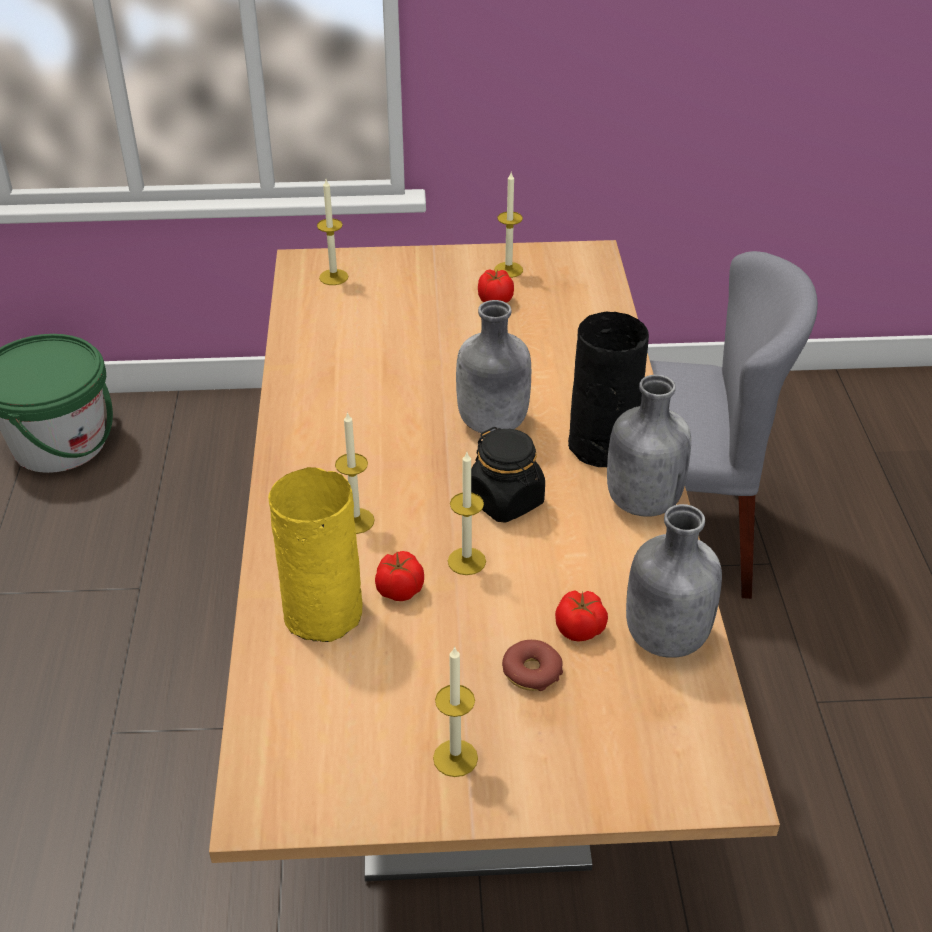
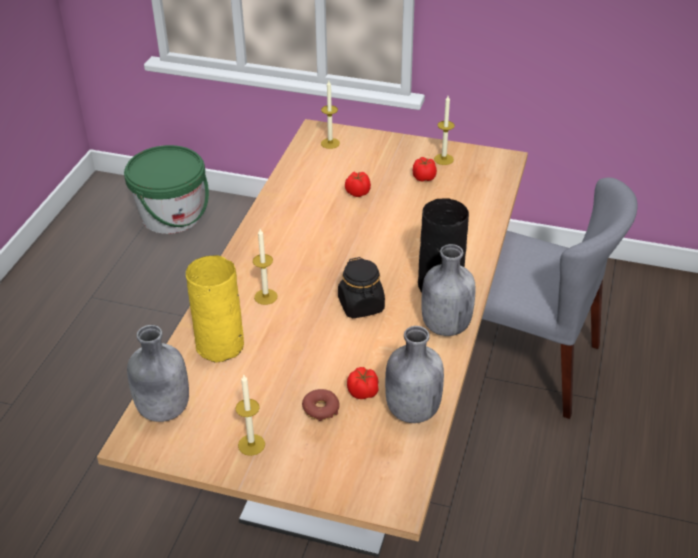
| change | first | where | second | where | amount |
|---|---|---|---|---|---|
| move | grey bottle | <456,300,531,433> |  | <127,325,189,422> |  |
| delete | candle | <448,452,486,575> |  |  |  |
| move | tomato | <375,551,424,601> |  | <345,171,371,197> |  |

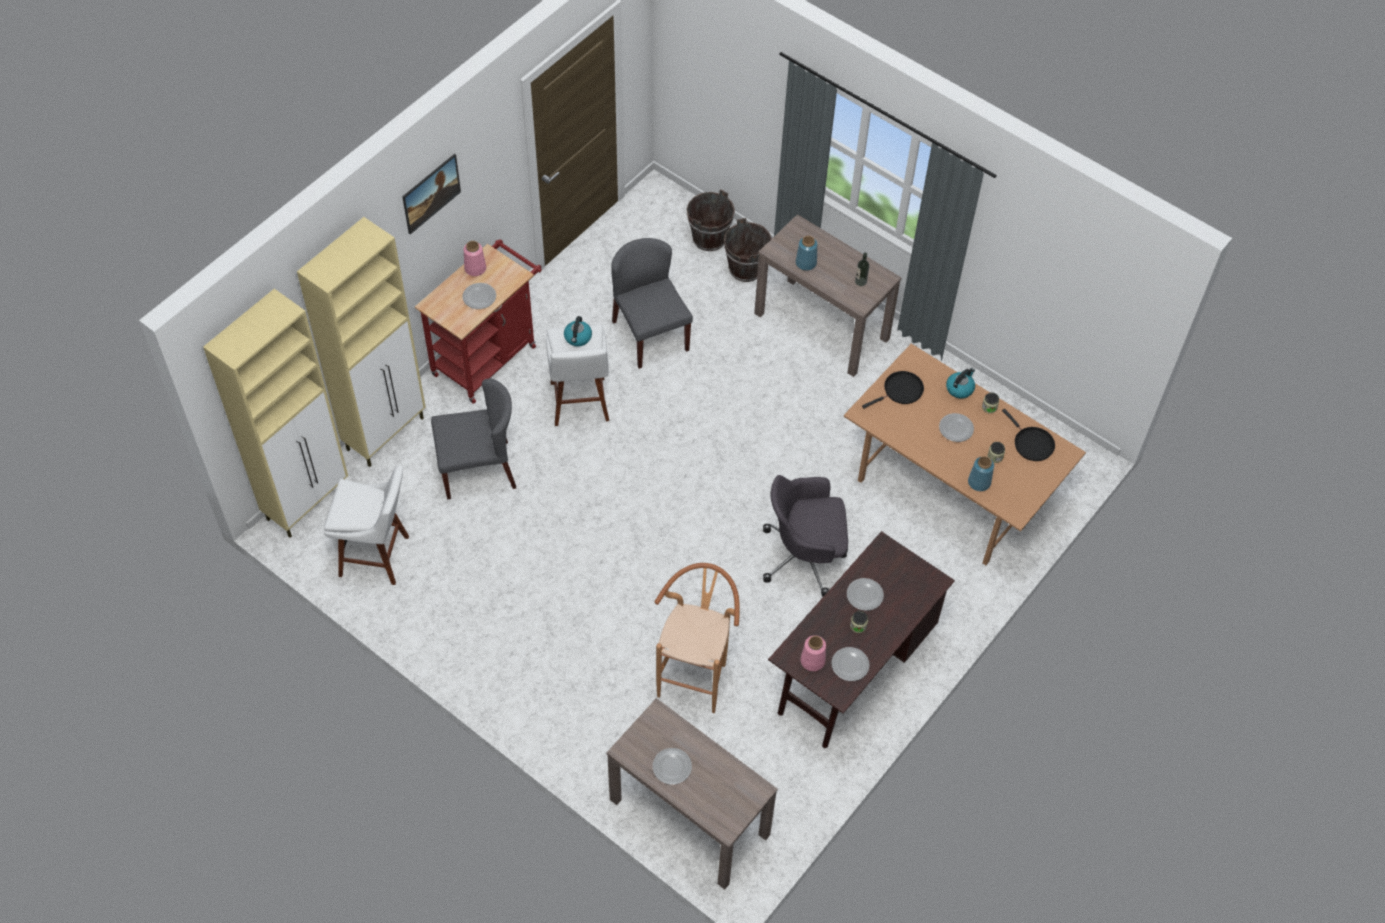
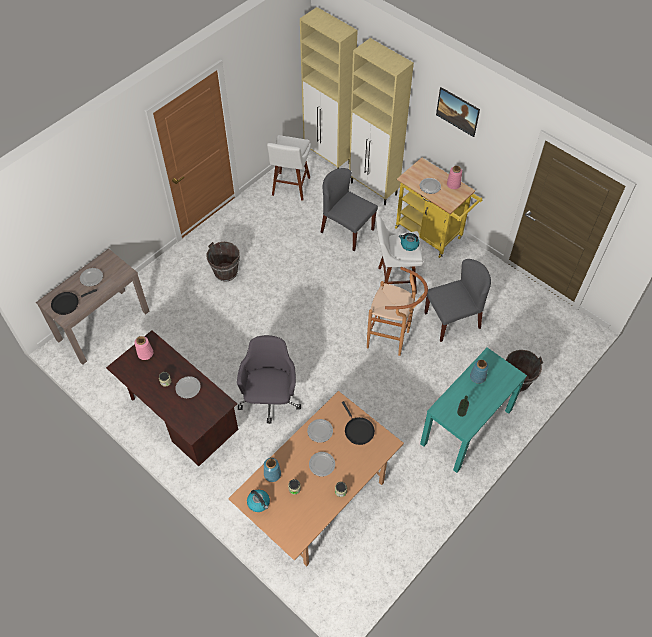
| change | first | where | second | where | amount |
|---|---|---|---|---|---|
| move | brown bucket | <686,189,735,251> |  | <207,242,240,282> |  |
| recolor | brown console table | <754,214,901,377> | turquoise console table | <420,347,527,473> |  |
| recolor | red cart | <415,239,542,404> | yellow cart | <395,158,482,258> |  |
| move | kettle | <946,368,975,399> |  | <247,490,270,512> |  |
| rotate | grey chair | <431,378,516,499> |  | <321,168,378,251> | 135 degrees clockwise |
| move | black frying pan | <1002,409,1055,461> |  | <51,289,97,315> |  |
| move | brown stool | <654,563,740,713> |  | <367,267,428,356> |  |
| move | plate | <831,647,869,681> |  | <307,419,333,443> |  |

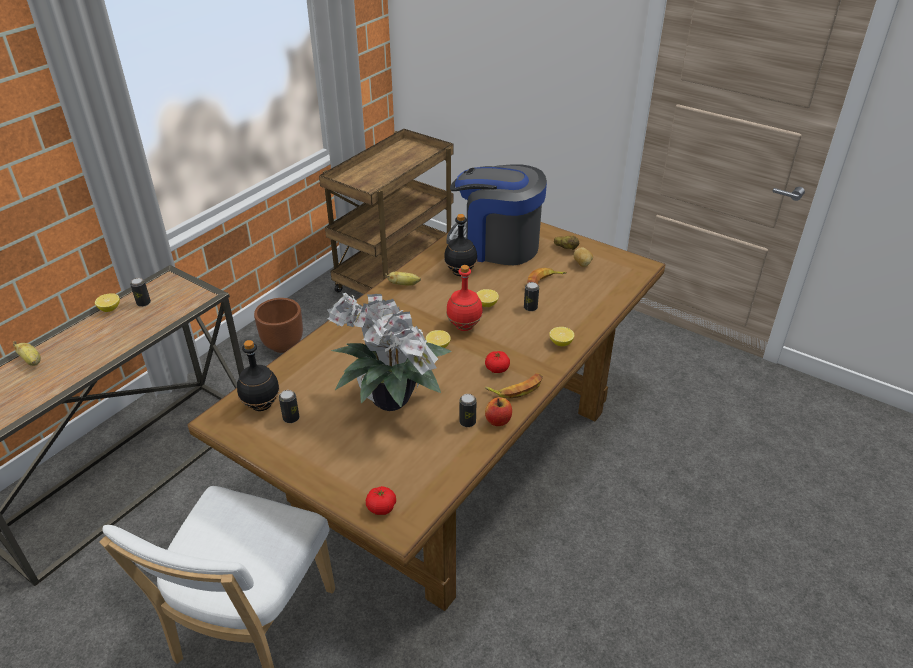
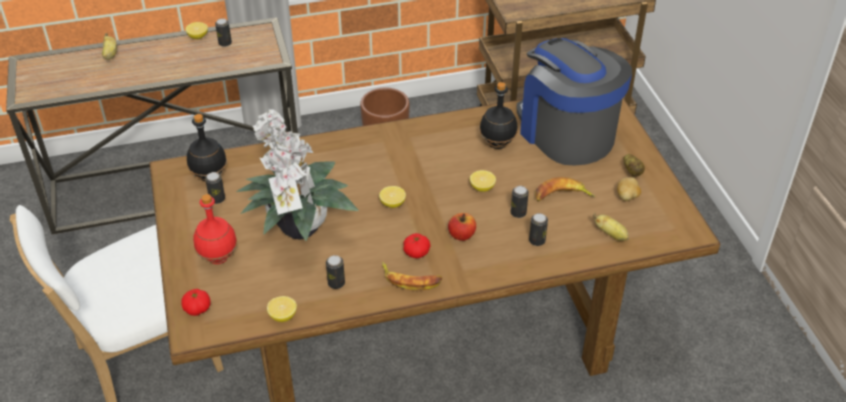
| change | first | where | second | where | amount |
|---|---|---|---|---|---|
| move | red bottle | <446,265,483,331> |  | <193,194,237,264> |  |
| move | banana | <385,272,421,286> |  | <593,213,629,241> |  |
| move | lemon | <549,327,574,346> |  | <267,296,297,322> |  |
| move | apple | <485,397,512,426> |  | <448,213,476,241> |  |
| insert |  |  | can | <529,213,548,246> |  |

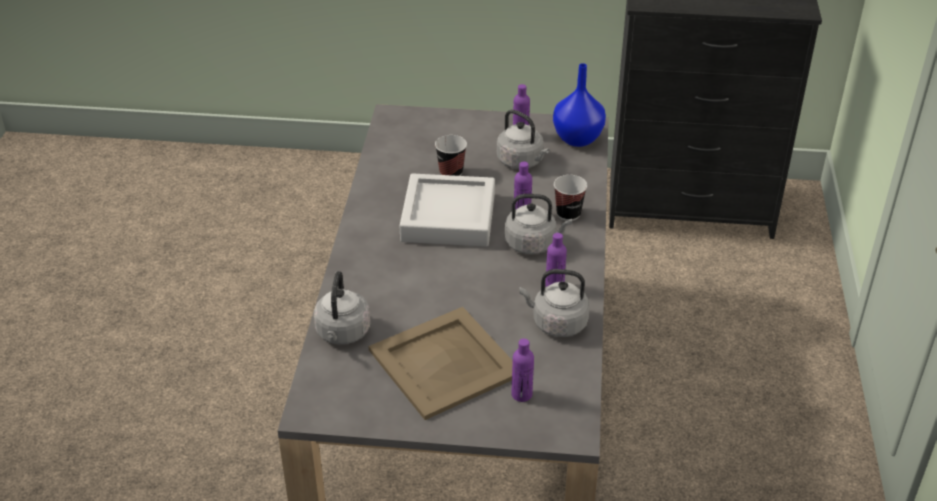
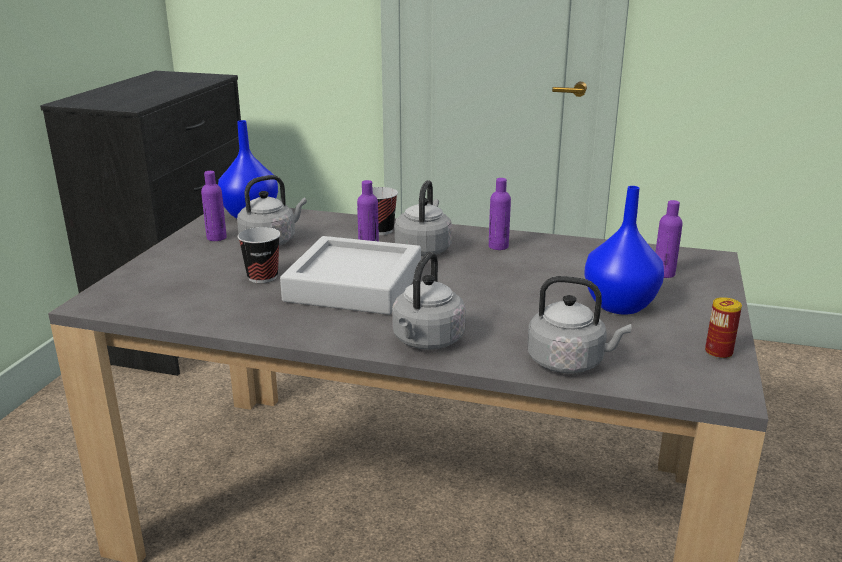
| change | first | where | second | where | amount |
|---|---|---|---|---|---|
| move | grey kettle | <519,269,590,337> |  | <392,252,466,350> |  |
| replace | beige tray | <369,307,513,420> | blue vase | <584,186,664,314> |  |
| insert |  |  | can | <705,297,742,359> |  |

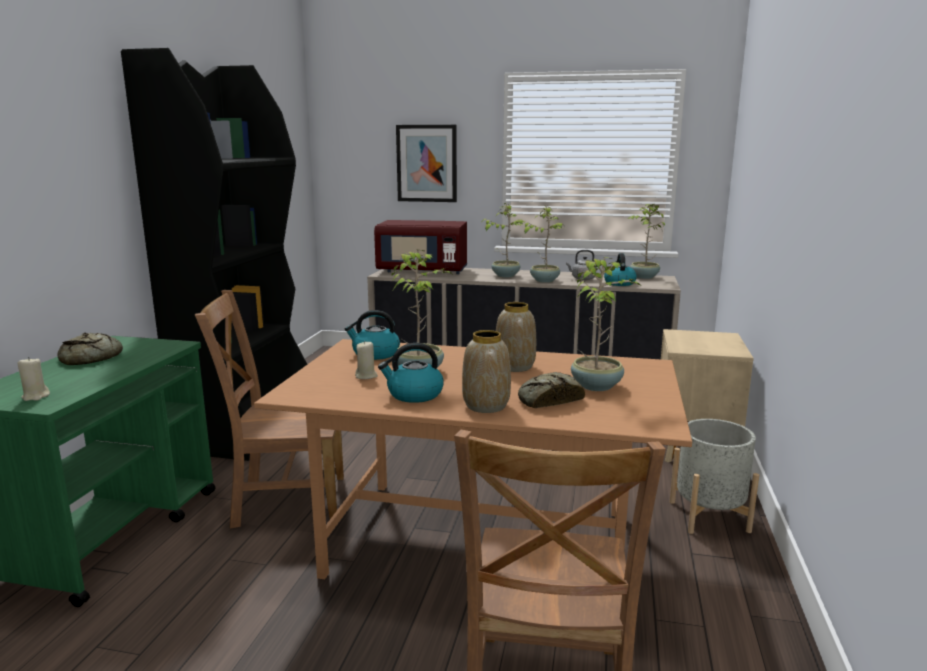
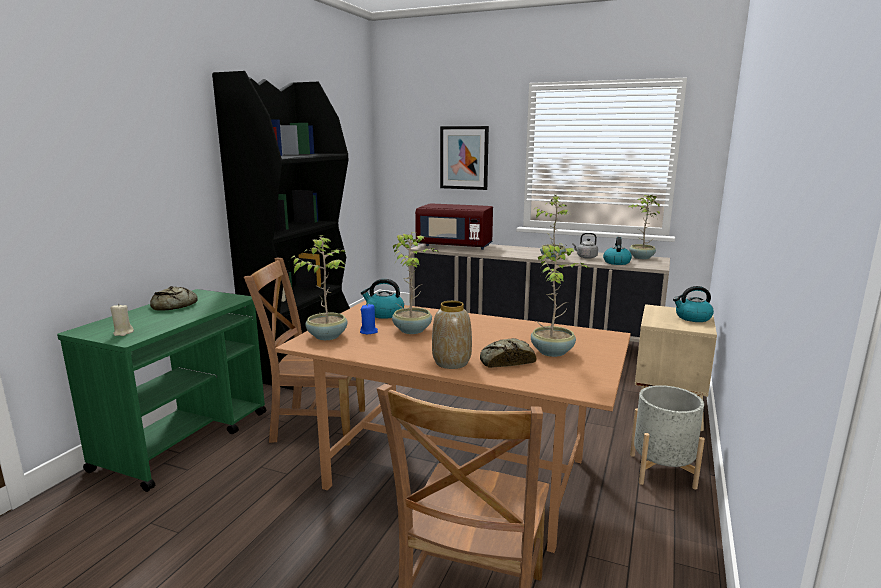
| change | first | where | second | where | amount |
|---|---|---|---|---|---|
| move | potted plant | <482,203,525,278> |  | <290,235,347,340> |  |
| delete | vase | <496,302,536,372> |  |  |  |
| recolor | beige candle | <355,341,378,379> | blue candle | <360,304,378,334> |  |
| move | kettle | <378,343,444,403> |  | <673,286,714,322> |  |

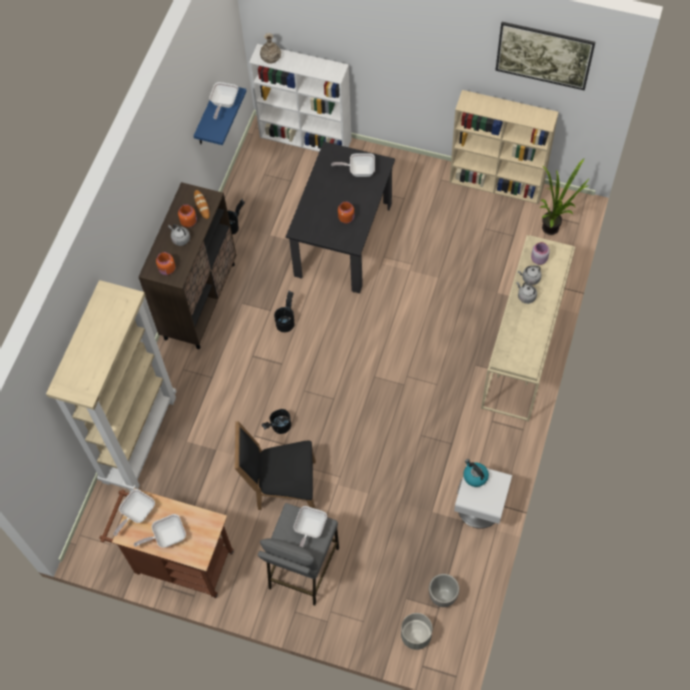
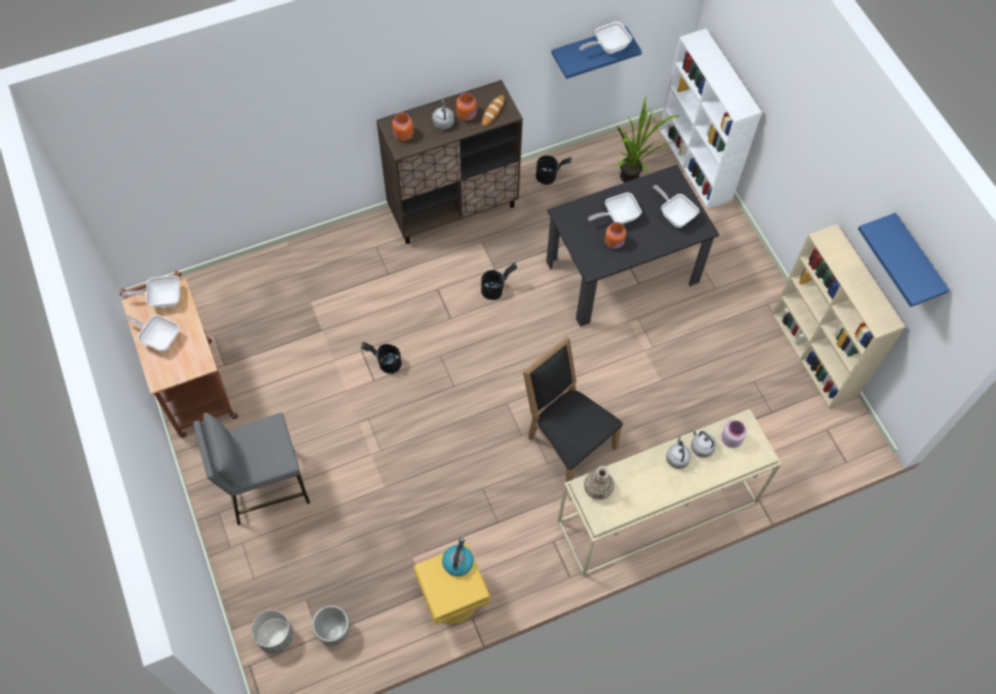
| change | first | where | second | where | amount |
|---|---|---|---|---|---|
| replace | picture | <495,22,595,91> | blue shelf | <858,213,949,307> |  |
| move | vase | <260,33,281,64> |  | <584,466,614,500> |  |
| move | potted plant | <540,159,589,235> |  | <615,96,680,183> |  |
| delete | beige bookcase | <46,280,176,491> |  |  |  |
| move | black chair | <235,421,316,510> |  | <523,337,623,482> |  |
| recolor | white nightstand | <454,465,512,529> | yellow nightstand | <413,544,490,625> |  |
| move | frying pan | <293,506,327,547> |  | <588,192,642,224> |  |

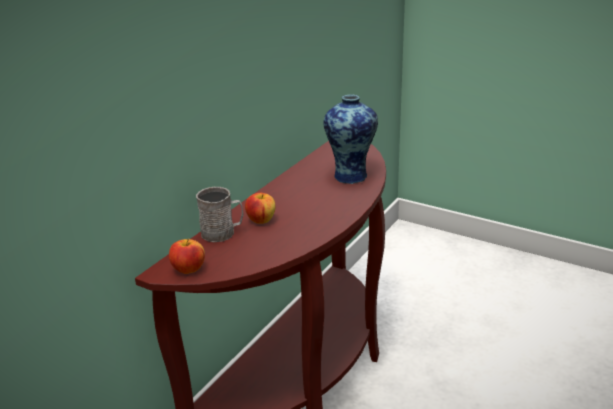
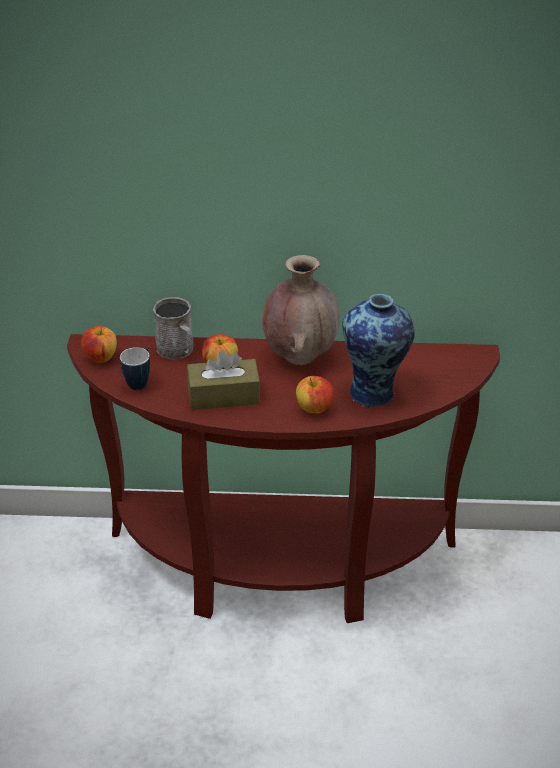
| change | first | where | second | where | amount |
|---|---|---|---|---|---|
| insert |  |  | brown vase | <262,255,340,365> |  |
| insert |  |  | mug | <120,347,150,390> |  |
| insert |  |  | brown tissue box | <187,350,261,410> |  |
| insert |  |  | apple | <296,376,334,413> |  |

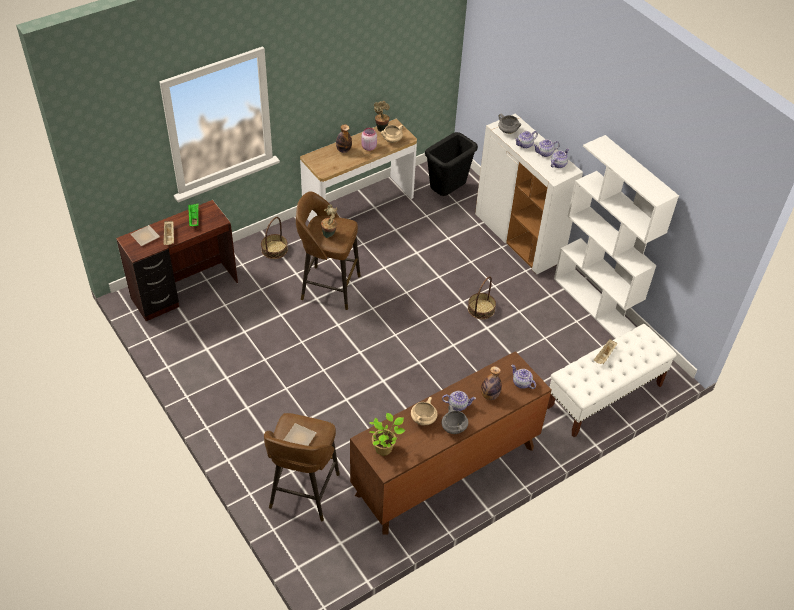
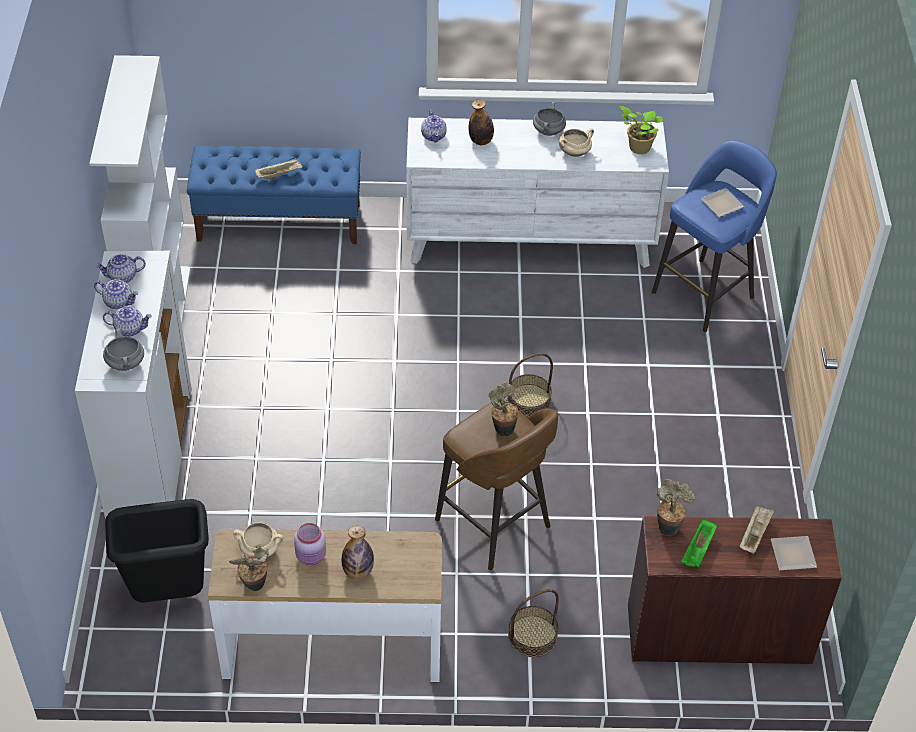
| change | first | where | second | where | amount |
|---|---|---|---|---|---|
| move | basket | <468,276,496,319> |  | <507,353,553,417> |  |
| recolor | white bench | <547,324,677,437> | blue bench | <187,146,361,244> |  |
| recolor | brown dresser | <350,351,551,534> | white dresser | <406,118,669,268> |  |
| delete | teapot | <442,391,476,411> |  |  |  |
| recolor | brown stool | <264,413,340,521> | blue stool | <652,140,777,332> |  |
| insert |  |  | potted plant | <657,479,695,536> |  |

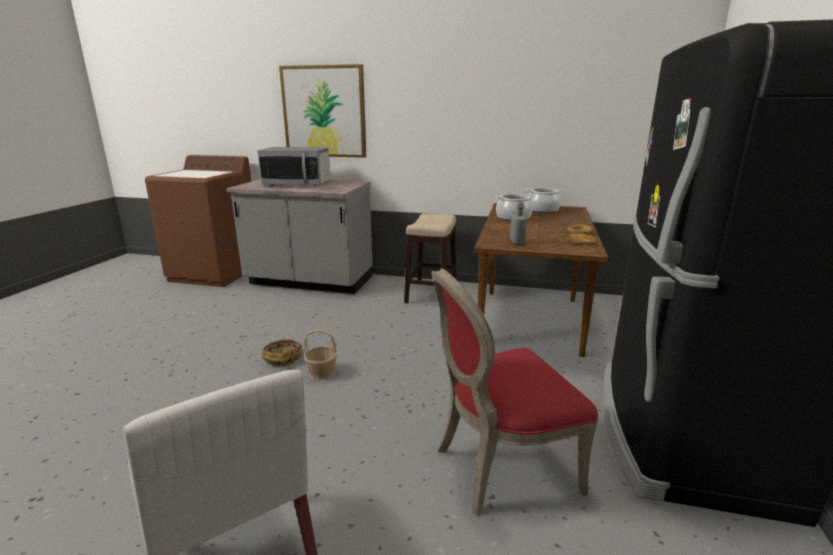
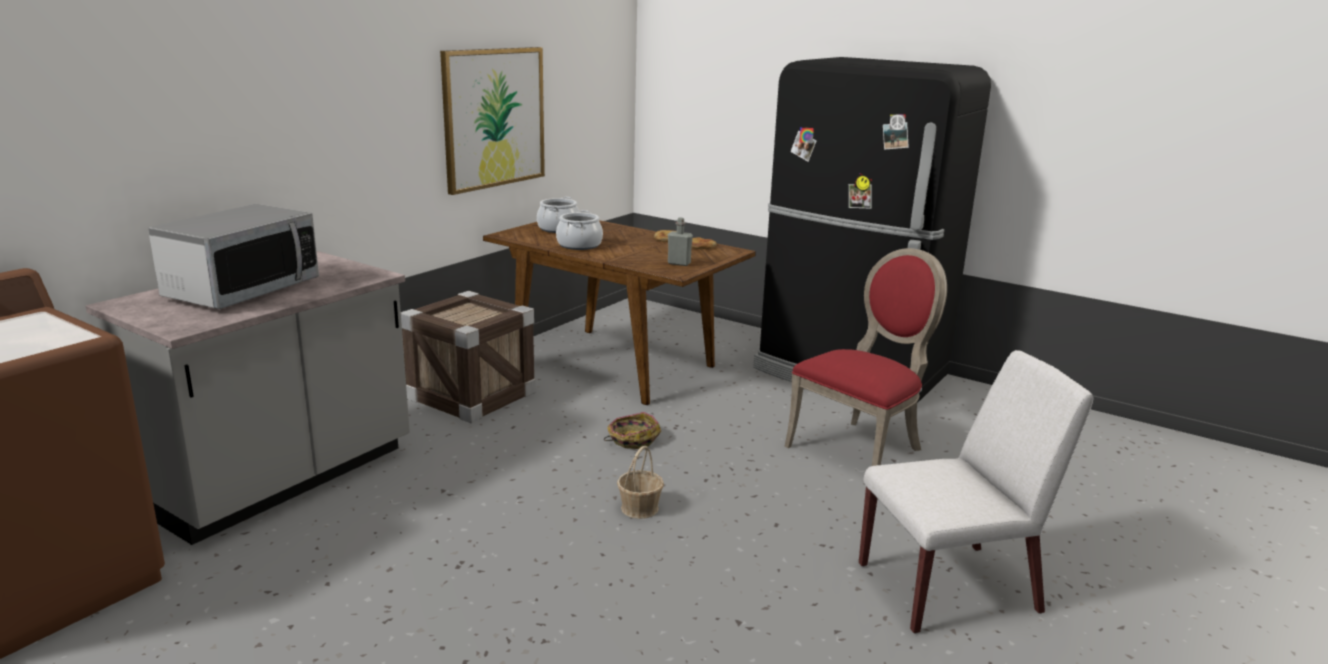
| change | first | where | second | where | amount |
|---|---|---|---|---|---|
| move | picture | <279,64,366,158> |  | <440,47,545,195> |  |
| replace | stool | <404,214,457,303> | crate | <401,291,536,423> |  |
| rotate | red chair | <431,269,598,516> |  | <785,248,947,466> | 135 degrees counterclockwise |
| move | basket | <262,339,302,367> |  | <604,412,661,449> |  |

